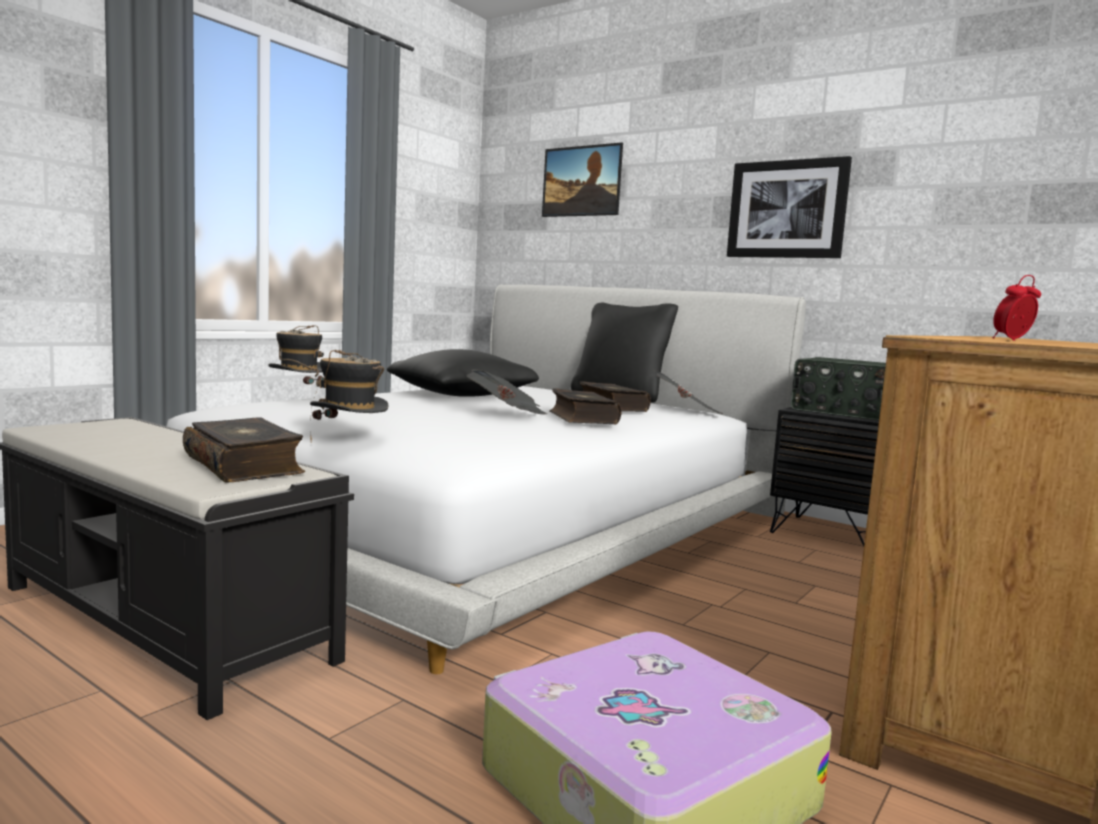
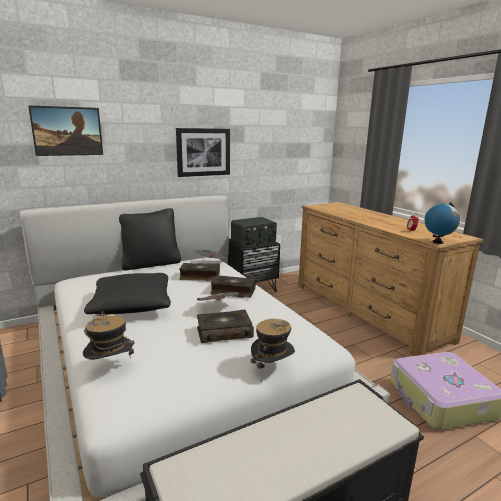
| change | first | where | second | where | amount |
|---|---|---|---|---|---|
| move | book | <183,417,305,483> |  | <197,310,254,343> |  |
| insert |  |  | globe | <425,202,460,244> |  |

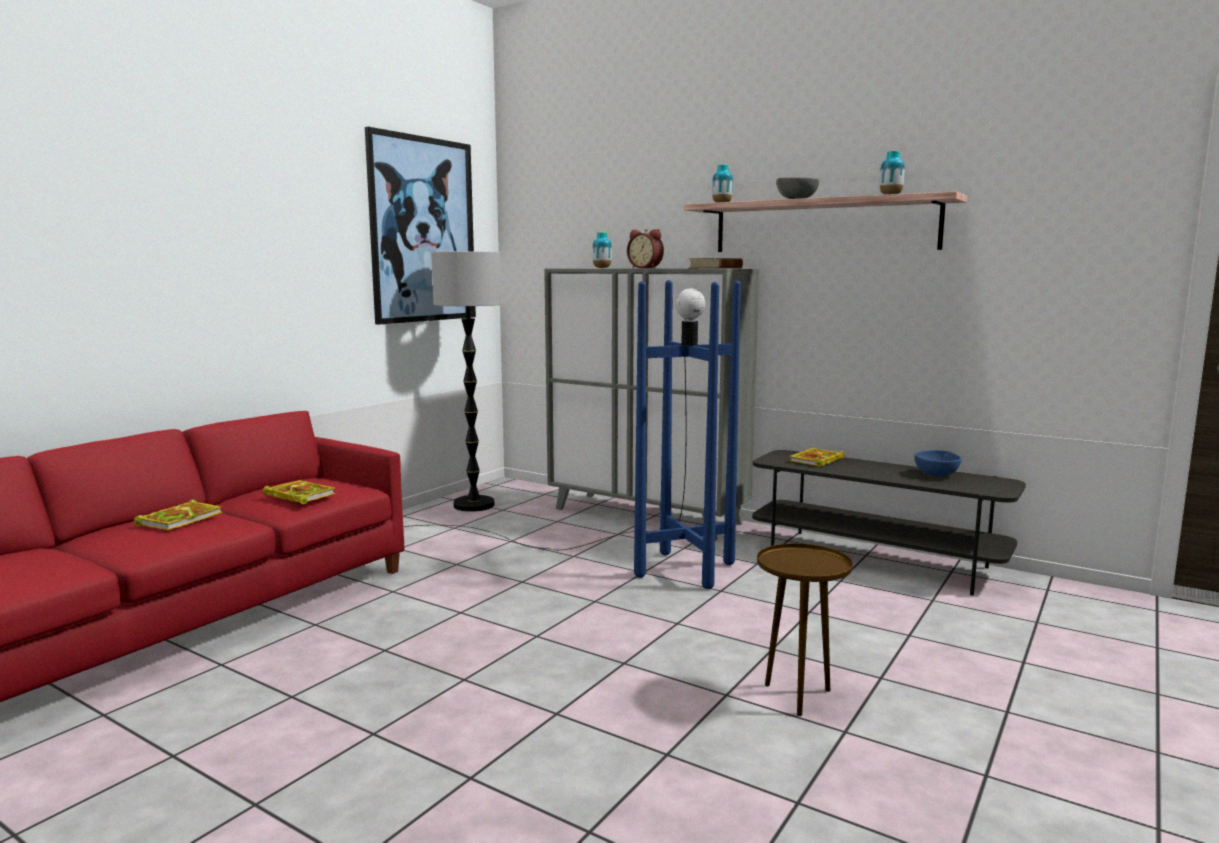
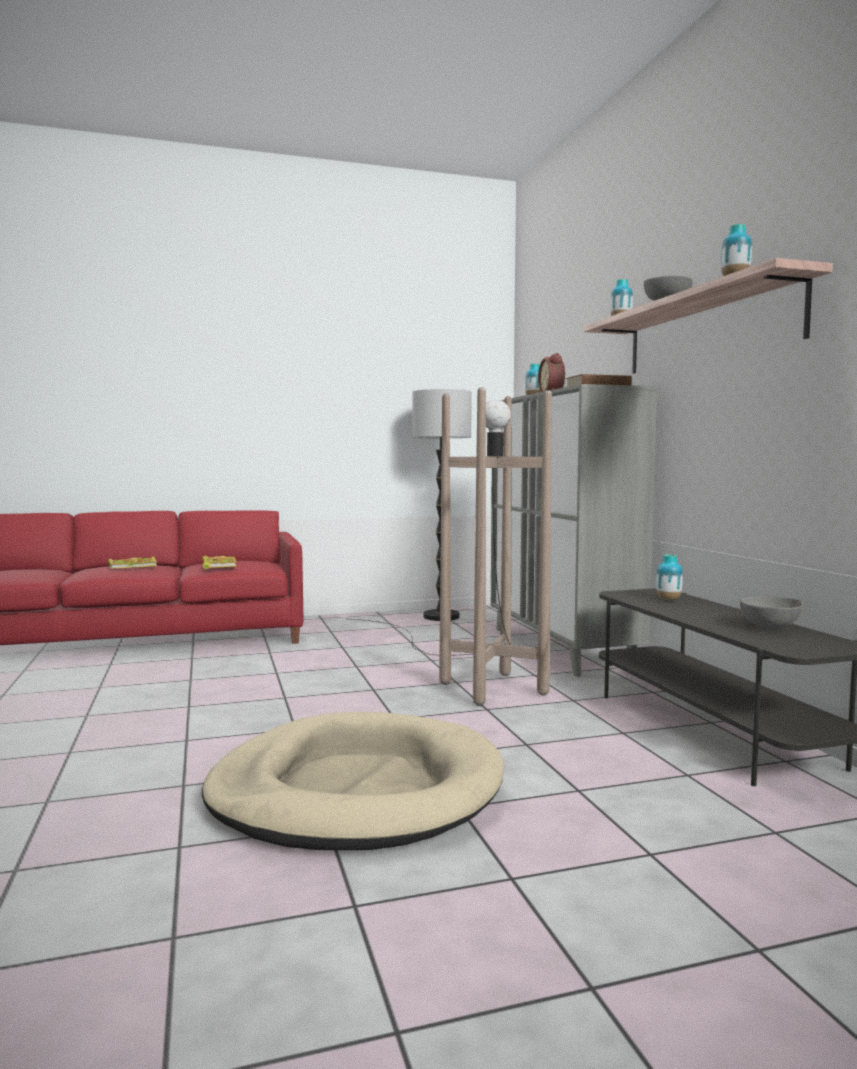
| change | first | where | second | where | amount |
|---|---|---|---|---|---|
| delete | picture | <365,127,476,324> |  |  |  |
| recolor | blue floor lamp | <403,280,741,589> | brown floor lamp | <353,387,552,706> |  |
| replace | book | <790,448,845,467> | vase | <656,555,683,600> |  |
| recolor | blue bowl | <914,450,962,476> | grey bowl | <740,596,803,629> |  |
| replace | brown side table | <757,543,853,716> | beige dog bed | <202,712,504,850> |  |

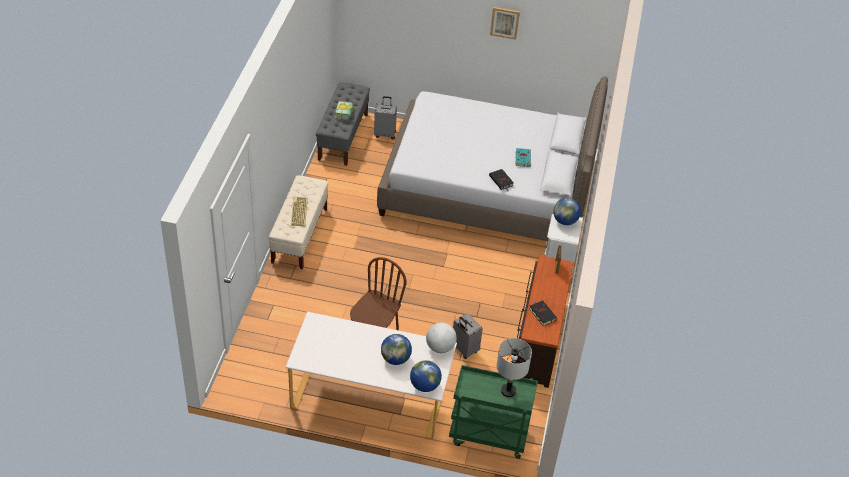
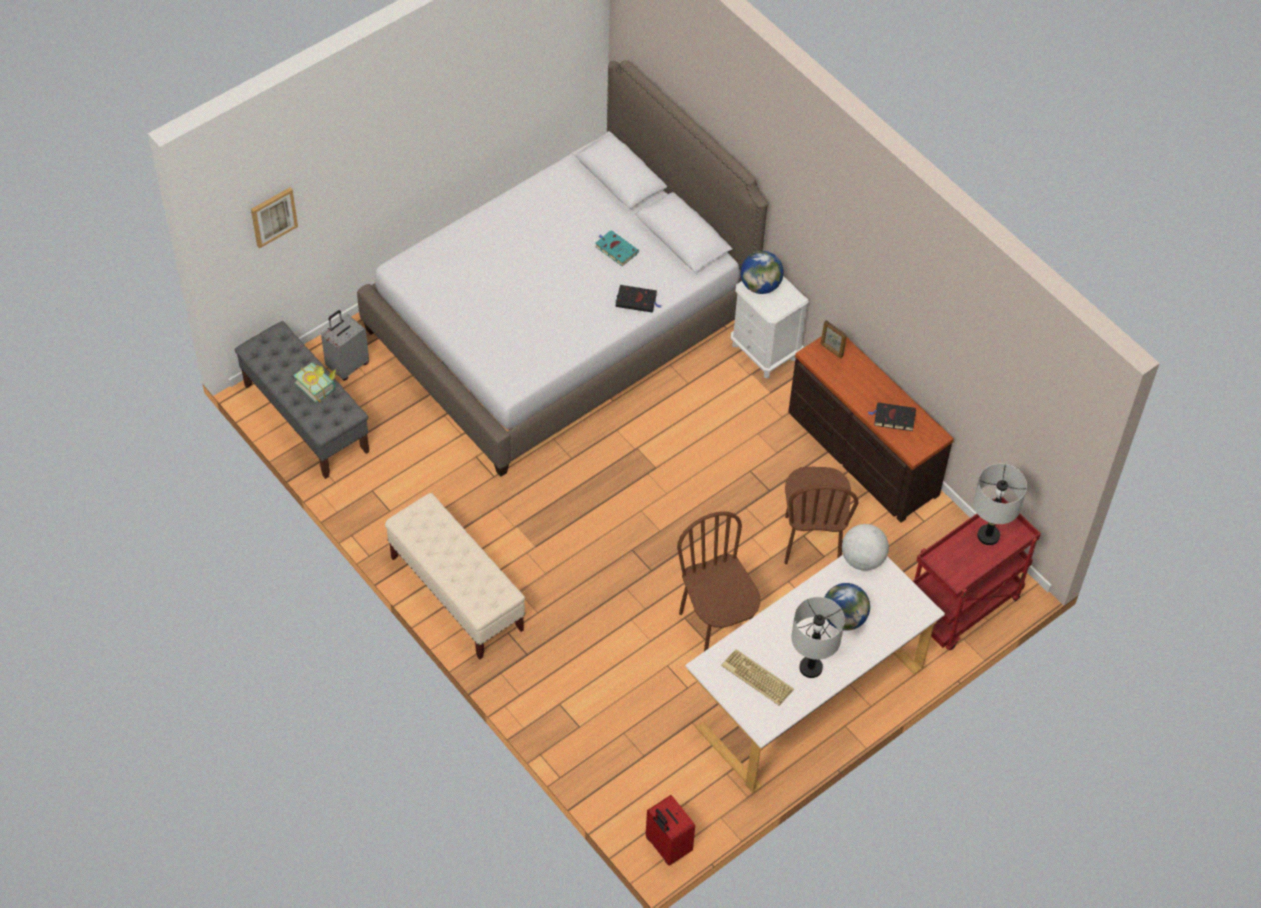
| change | first | where | second | where | amount |
|---|---|---|---|---|---|
| move | picture | <490,7,520,40> |  | <251,188,298,248> |  |
| move | keyboard | <291,196,308,227> |  | <721,649,794,705> |  |
| replace | grey suitcase | <453,313,483,359> | brown chair | <784,467,858,564> |  |
| delete | globe | <410,360,442,392> |  |  |  |
| recolor | green cart | <449,365,538,459> | red cart | <913,497,1041,650> |  |
| insert |  |  | grey table lamp | <791,597,845,678> |  |
| insert |  |  | red suitcase | <646,795,695,866> |  |

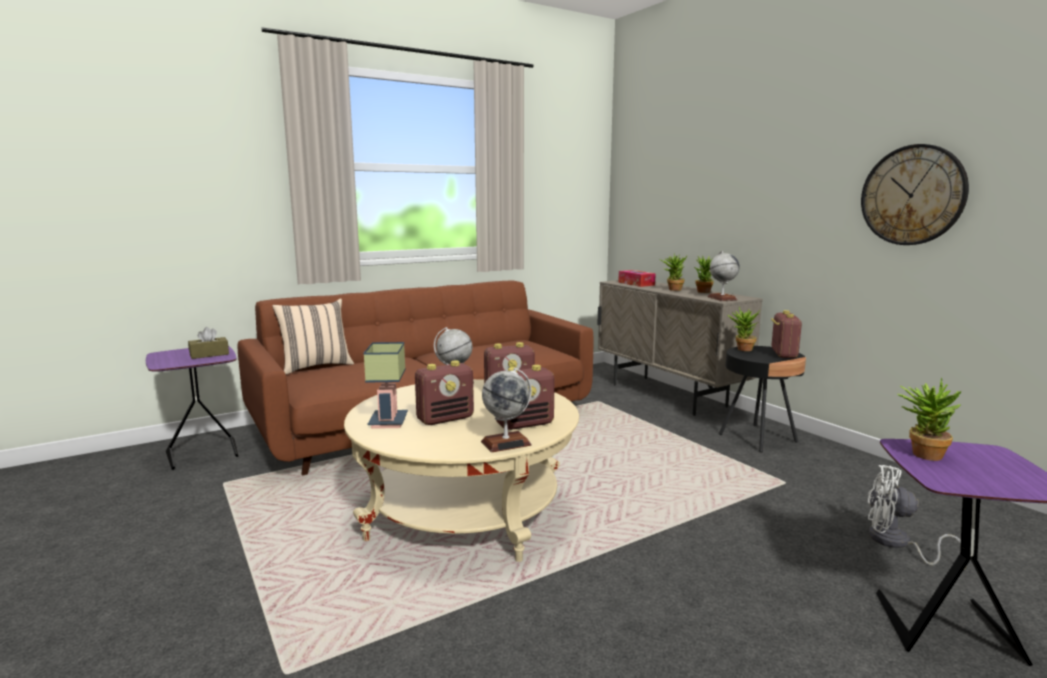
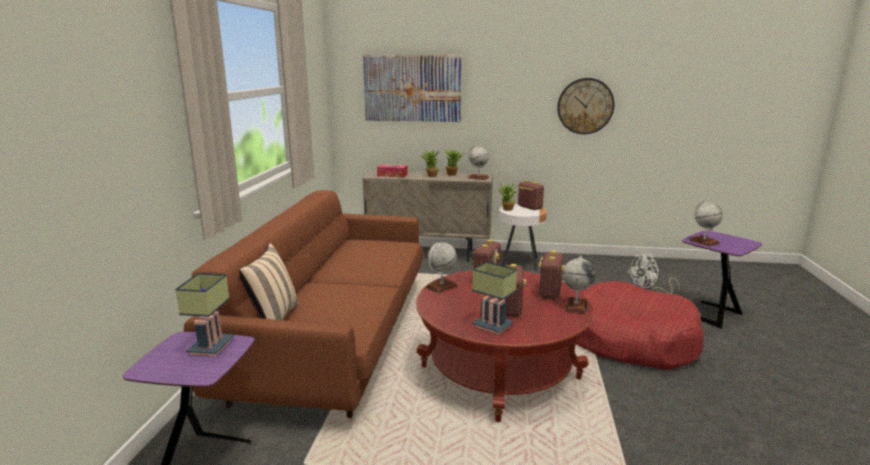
| change | first | where | second | where | amount |
|---|---|---|---|---|---|
| replace | brown tissue box | <188,327,229,359> | table lamp | <175,273,234,356> |  |
| recolor | black side table | <719,346,806,452> | white side table | <499,204,547,271> |  |
| replace | potted plant | <897,378,962,461> | globe | <689,201,723,247> |  |
| recolor | beige coffee table | <344,379,579,562> | red coffee table | <416,270,594,422> |  |
| insert |  |  | picture | <363,54,462,122> |  |
| insert |  |  | red dog bed | <576,281,704,370> |  |

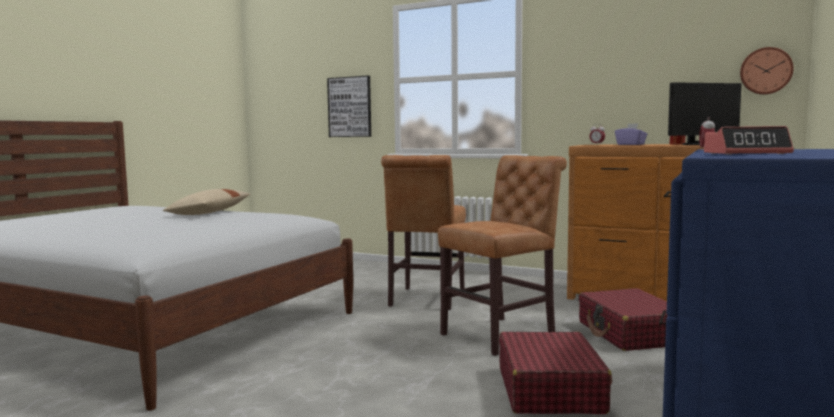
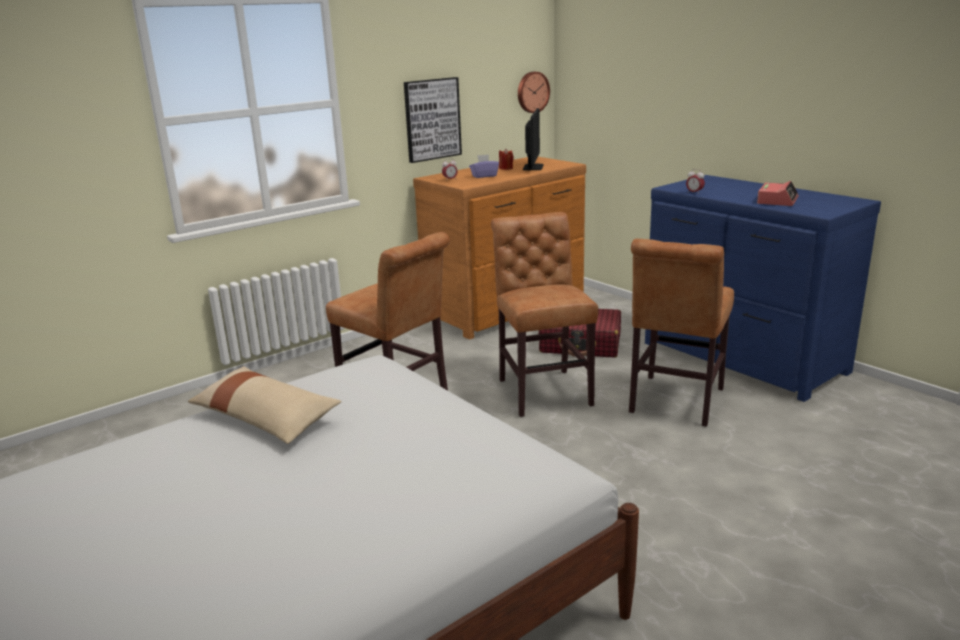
| change | first | where | second | where | amount |
|---|---|---|---|---|---|
| move | picture | <327,76,371,137> |  | <404,77,462,163> |  |
| replace | red suitcase | <499,332,612,414> | brown chair | <629,239,734,427> |  |

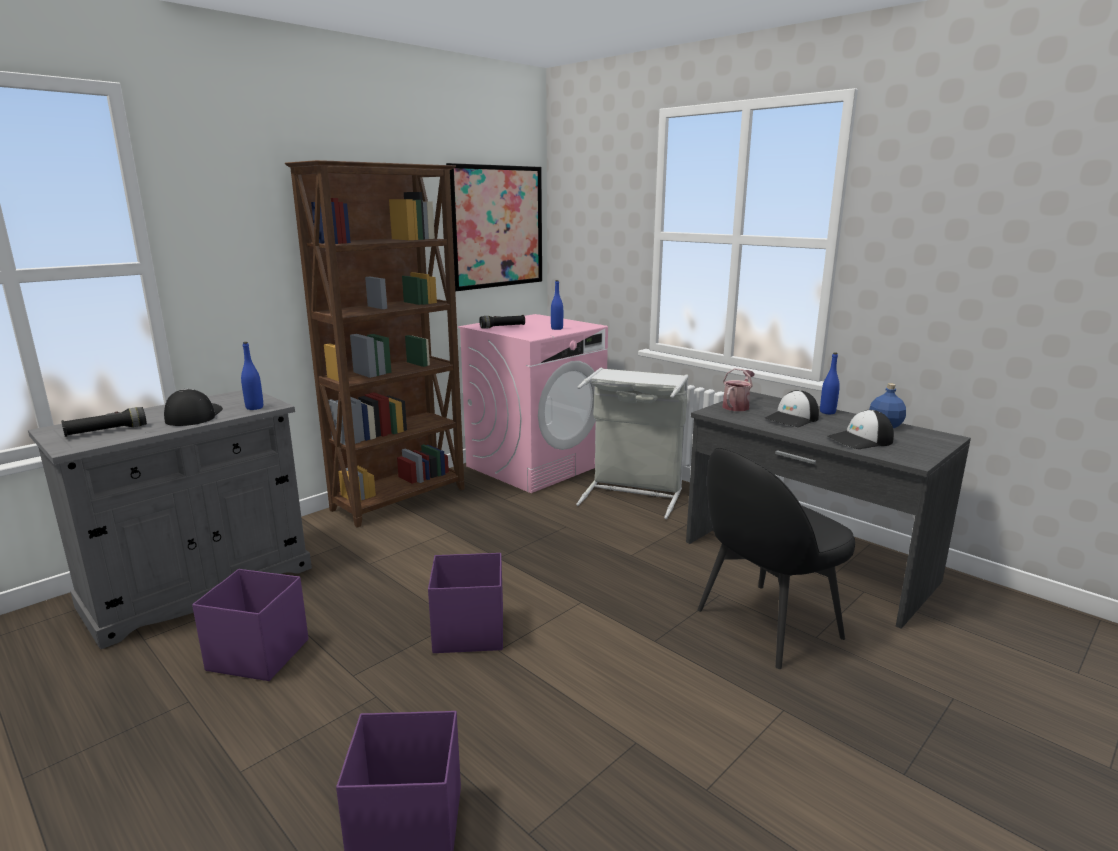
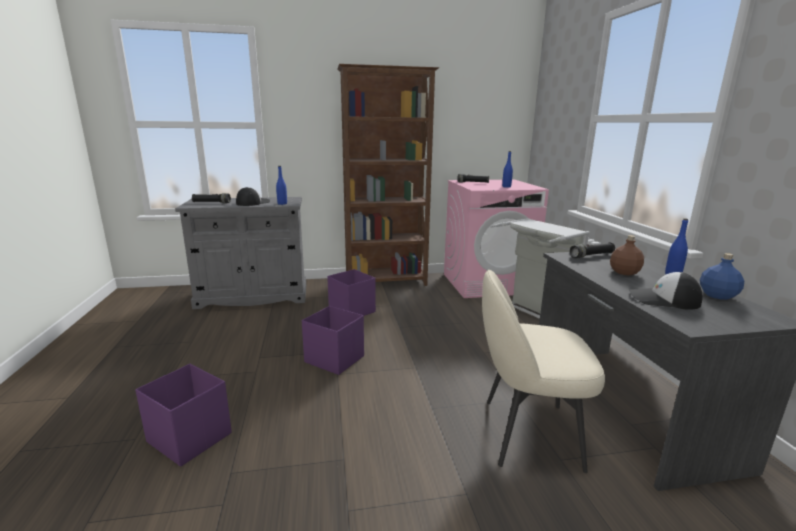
| change | first | where | second | where | amount |
|---|---|---|---|---|---|
| delete | picture | <446,163,542,291> |  |  |  |
| replace | watering can | <722,368,755,411> | black flashlight | <570,242,615,258> |  |
| replace | cap | <764,390,819,427> | brown bottle | <610,235,644,276> |  |
| recolor | black chair | <698,448,855,669> | beige chair | <482,270,605,473> |  |
| move | purple storage box | <192,569,308,681> |  | <327,269,376,316> |  |

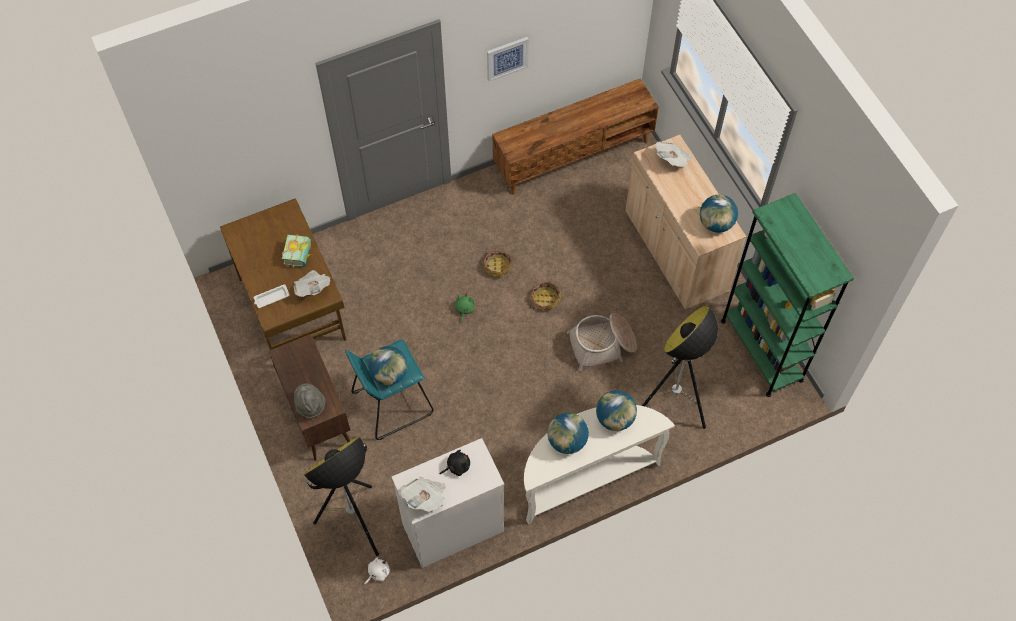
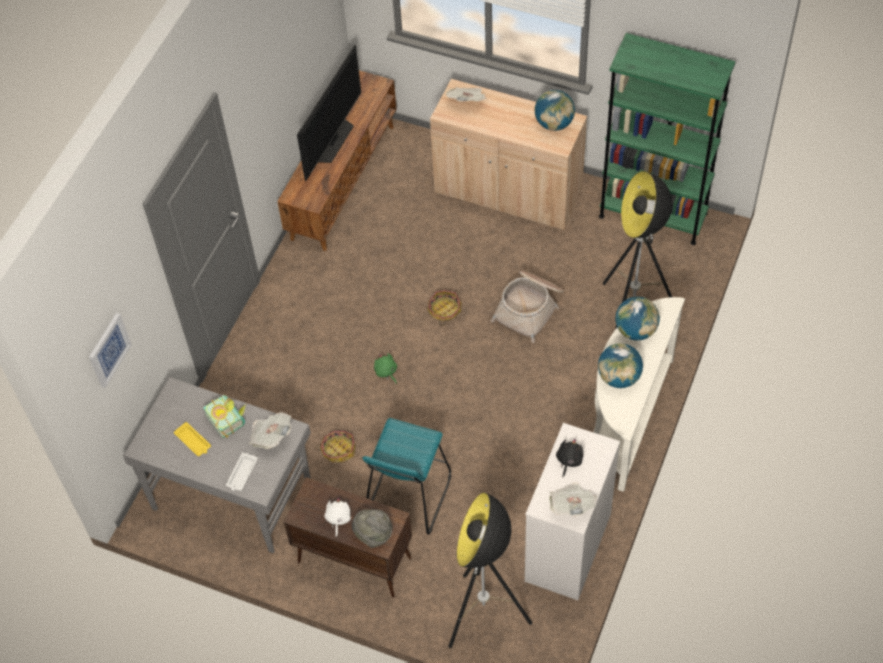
| change | first | where | second | where | amount |
|---|---|---|---|---|---|
| move | picture | <487,37,529,82> |  | <89,313,132,388> |  |
| recolor | brown desk | <220,198,346,350> | grey desk | <123,377,311,553> |  |
| move | basket | <483,250,512,277> |  | <316,431,356,463> |  |
| delete | globe | <368,346,407,385> |  |  |  |
| move | white plush toy | <364,557,390,585> |  | <324,497,351,537> |  |
| insert |  |  | television | <297,45,361,181> |  |
| insert |  |  | yellow tray | <174,422,211,456> |  |

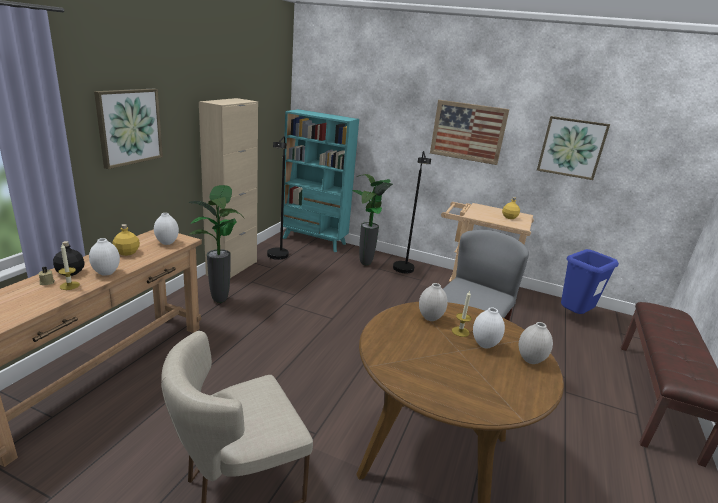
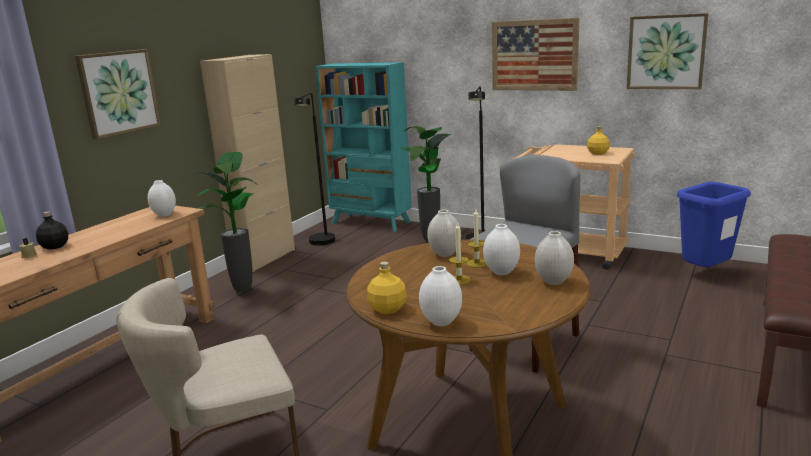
| change | first | where | second | where | amount |
|---|---|---|---|---|---|
| move | yellow bottle | <113,224,140,256> |  | <367,262,406,314> |  |
| move | white vase | <89,238,120,276> |  | <419,266,462,326> |  |
| move | candle | <58,244,80,290> |  | <449,222,471,285> |  |

